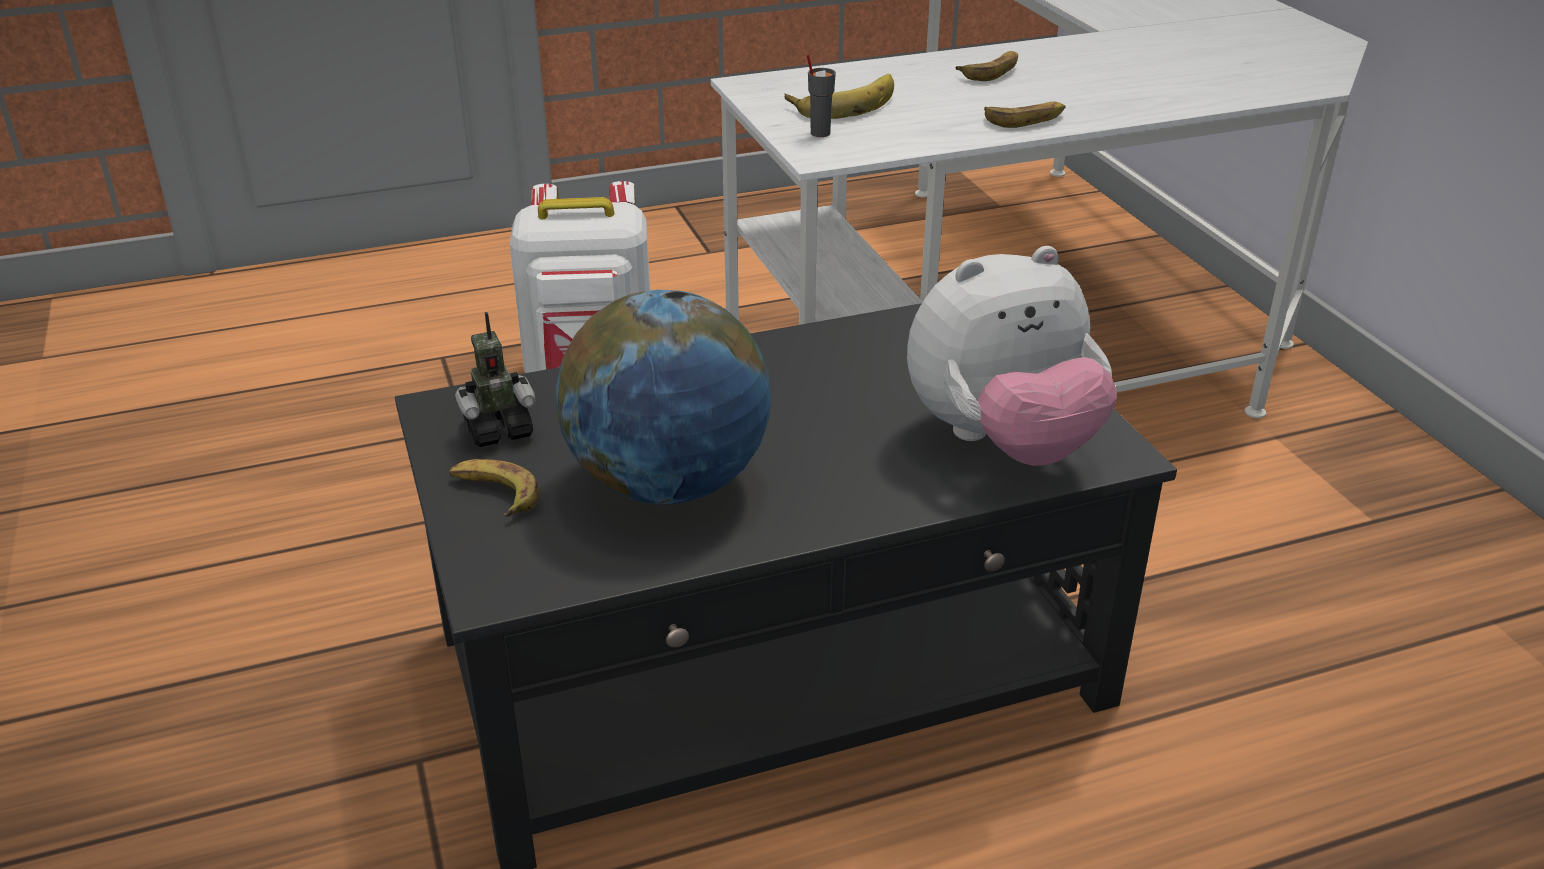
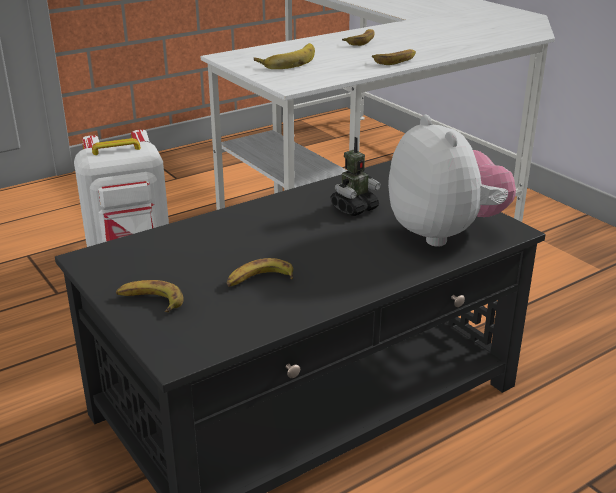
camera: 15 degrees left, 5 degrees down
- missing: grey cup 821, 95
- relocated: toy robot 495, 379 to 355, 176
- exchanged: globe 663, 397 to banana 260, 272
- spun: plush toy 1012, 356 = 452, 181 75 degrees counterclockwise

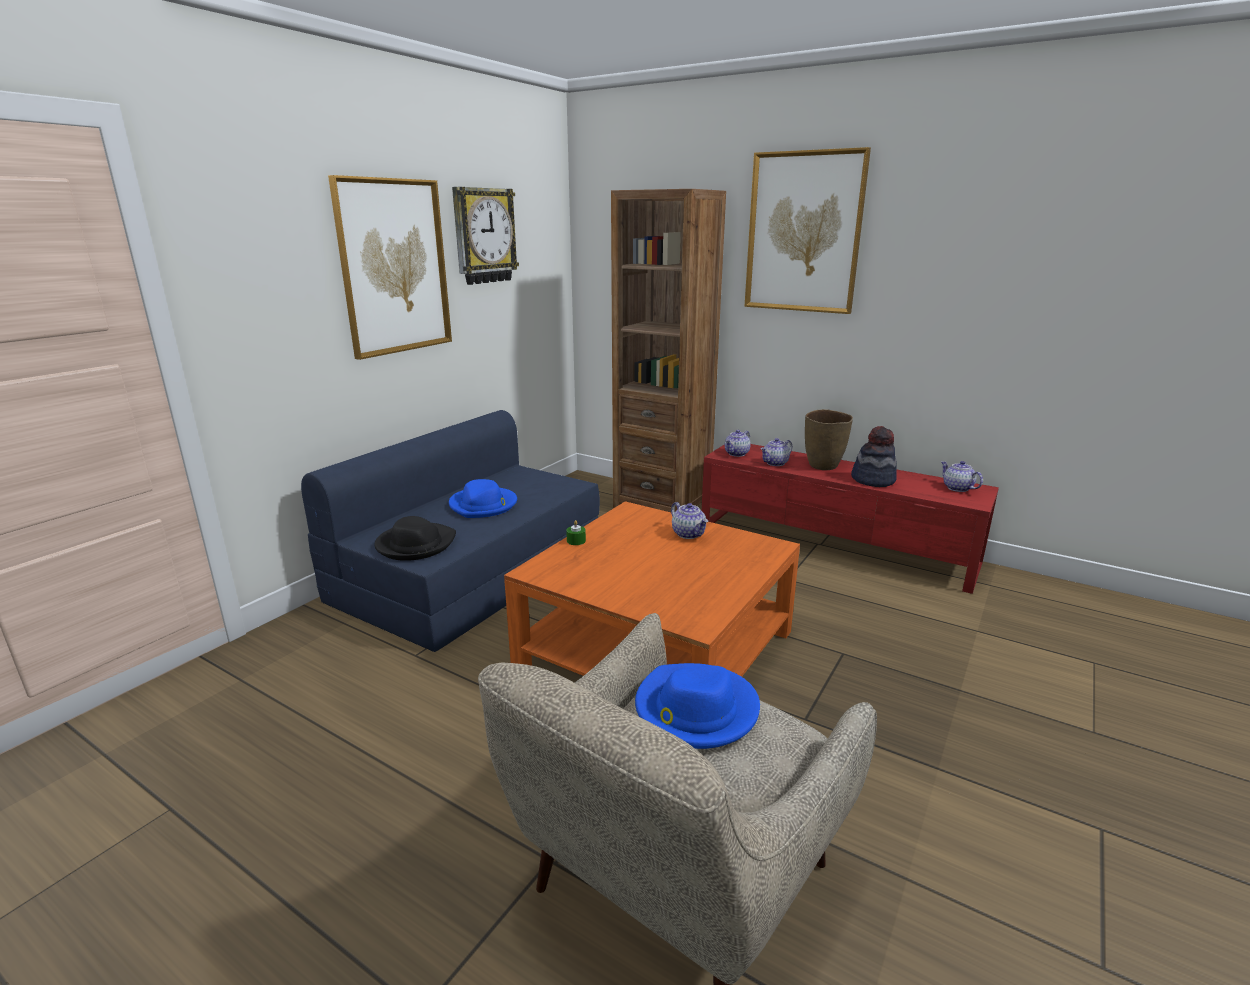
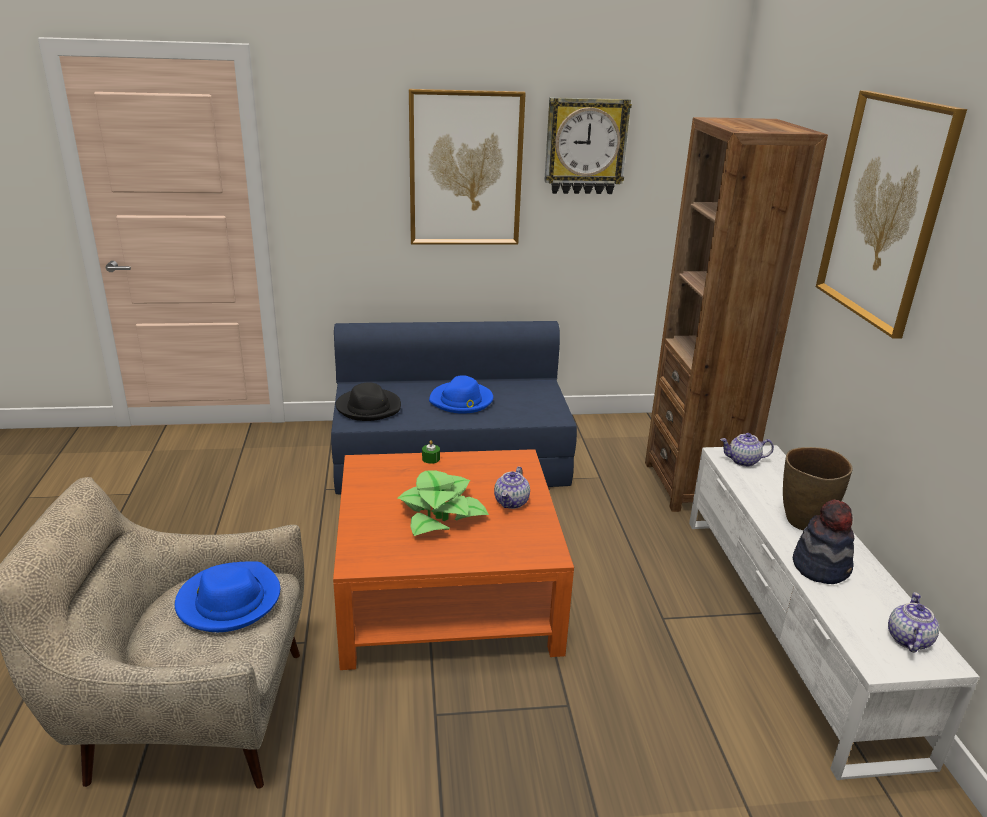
camera: 50 degrees right, 5 degrees up
- missing: teapot 776, 452
- appeared: potted plant 443, 503
- colour: red tv stand 850, 519 to white tv stand 834, 612

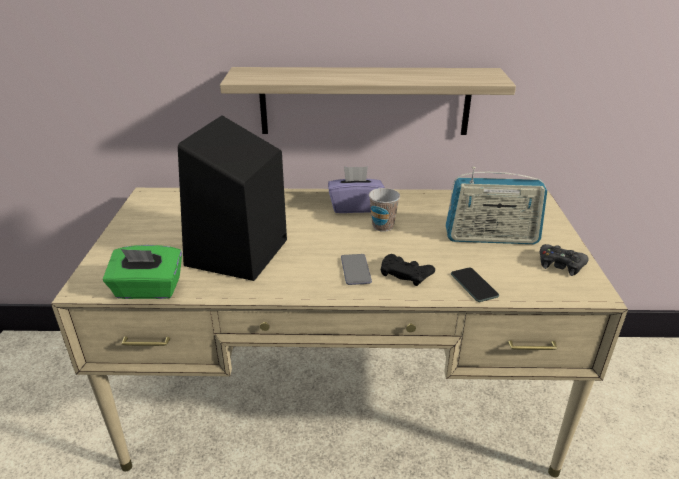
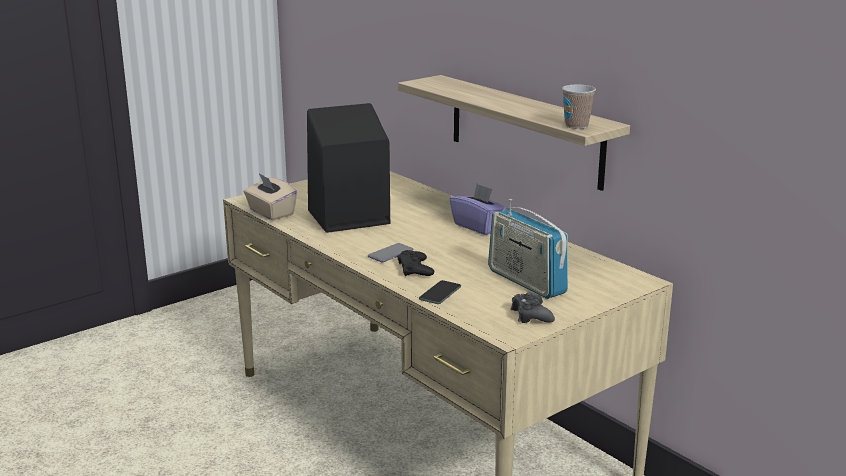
camera: 50 degrees right, 10 degrees down
- relocated: cup 384, 210 to 579, 107
- colour: green tissue box 142, 272 to beige tissue box 270, 196

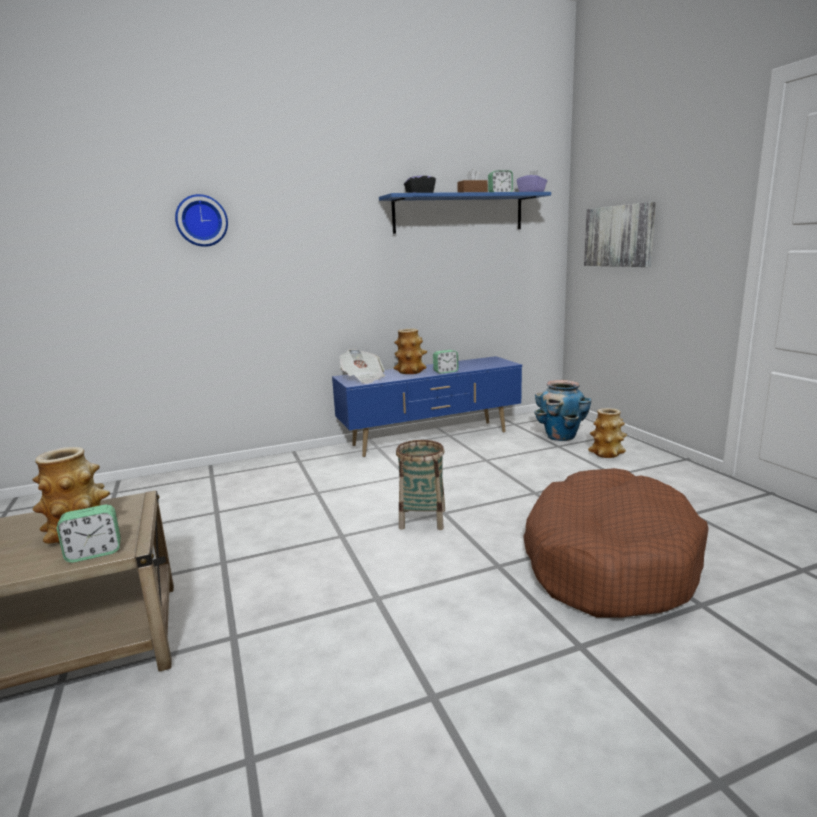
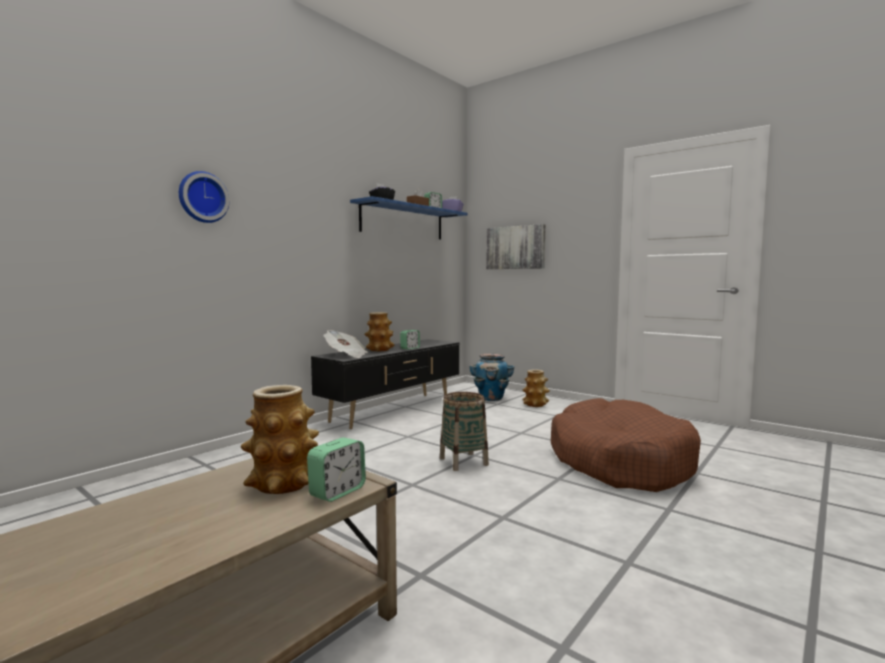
camera: 30 degrees left, 10 degrees down
- colour: blue tv stand 427, 406 to black tv stand 385, 384

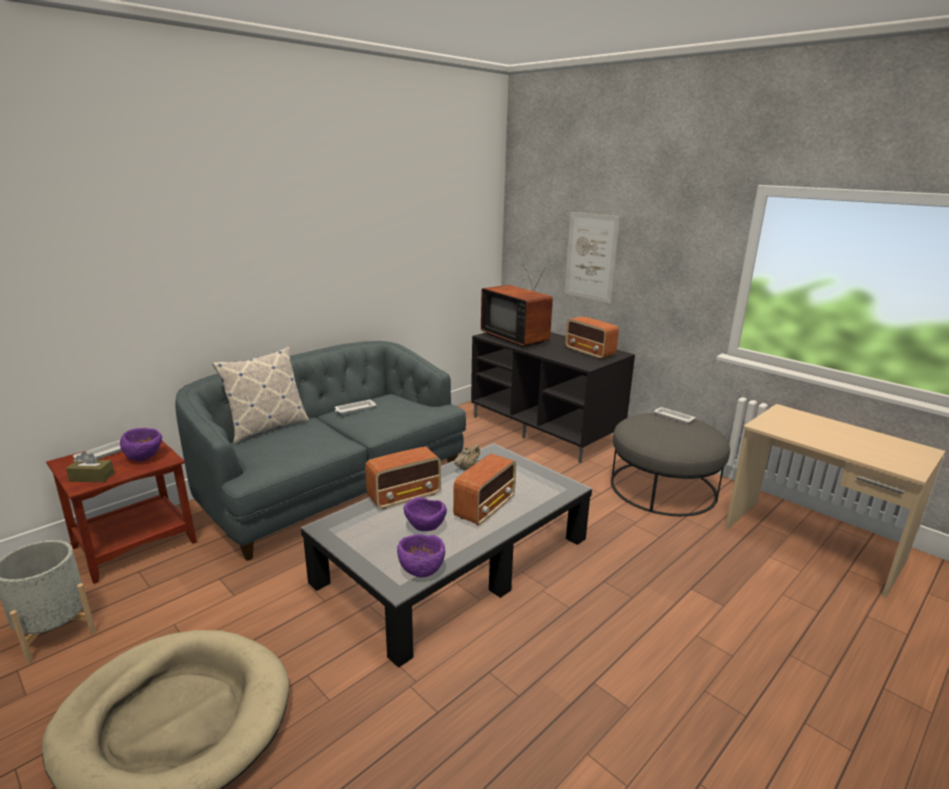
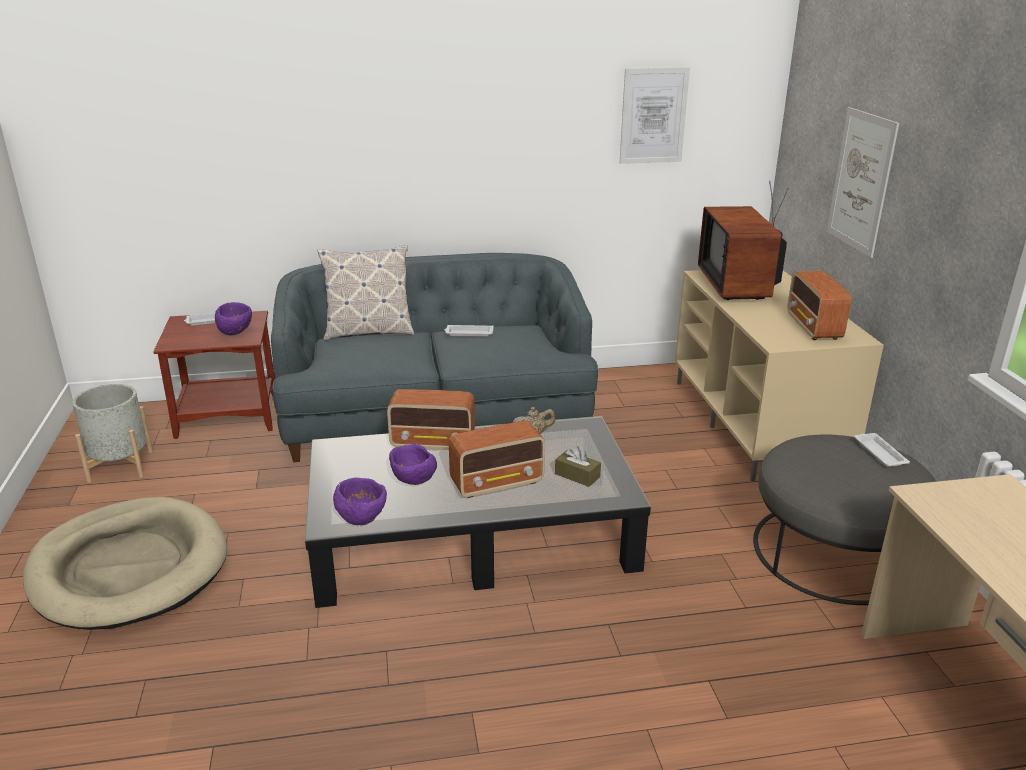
camera: 35 degrees right, 5 degrees up
- appeared: picture 655, 115
- relocated: brown tissue box 90, 466 to 578, 466
- colour: black tv stand 553, 397 to beige tv stand 779, 376

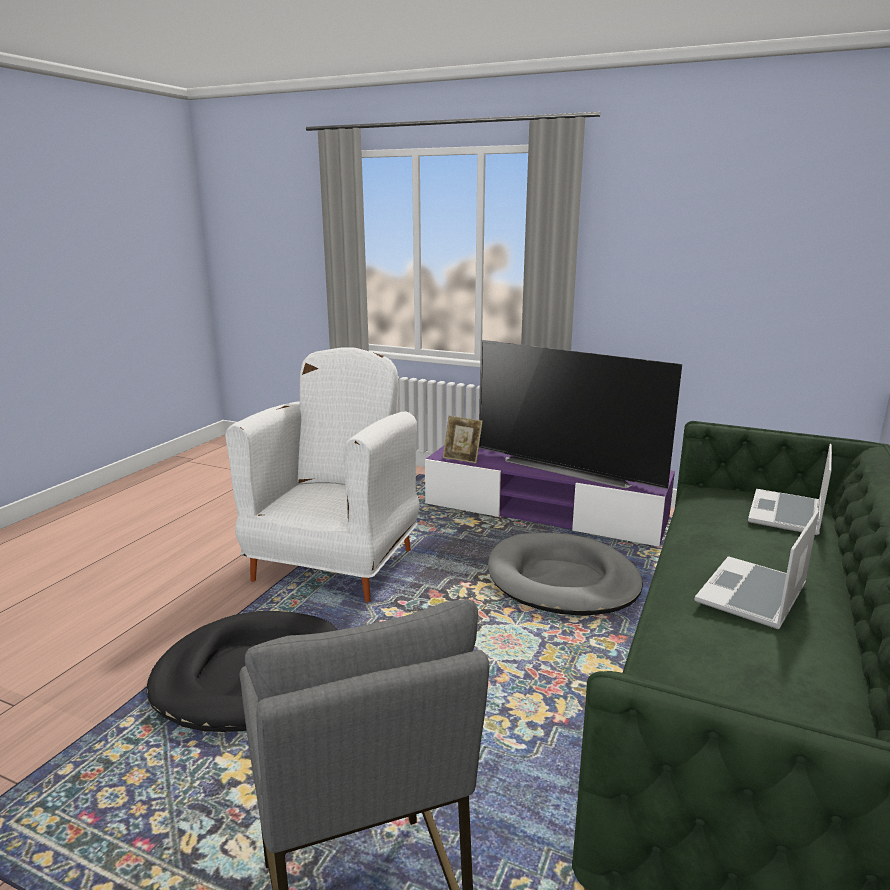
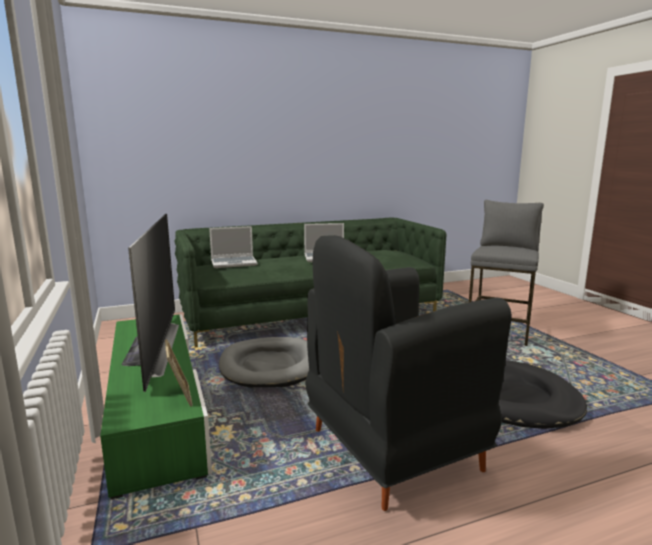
camera: 135 degrees left, 5 degrees down
- colour: white armchair 322, 475 to black armchair 408, 373
- colour: purple tv stand 550, 496 to green tv stand 156, 406

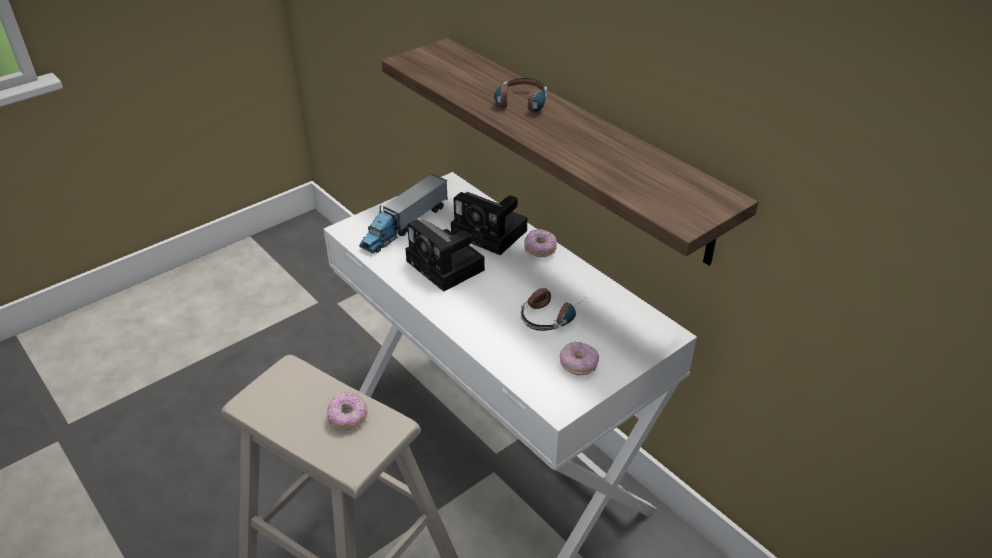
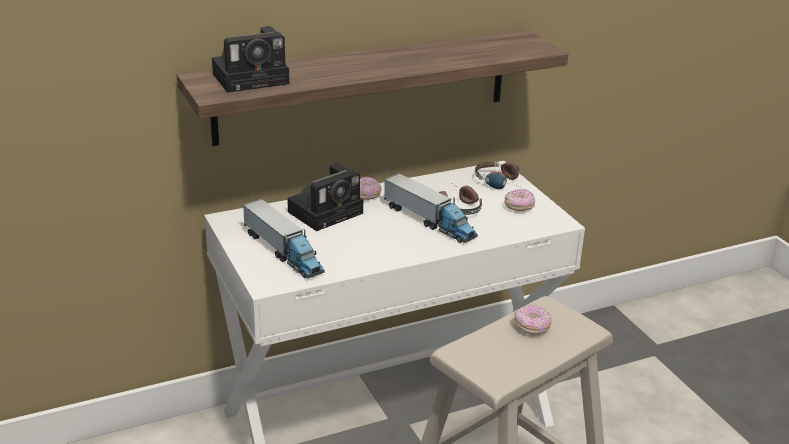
camera: 75 degrees left, 10 degrees down
- appeared: toy truck 431, 208
- relocated: photo camera 445, 255 to 251, 59
- relocated: headphones 520, 95 to 497, 175

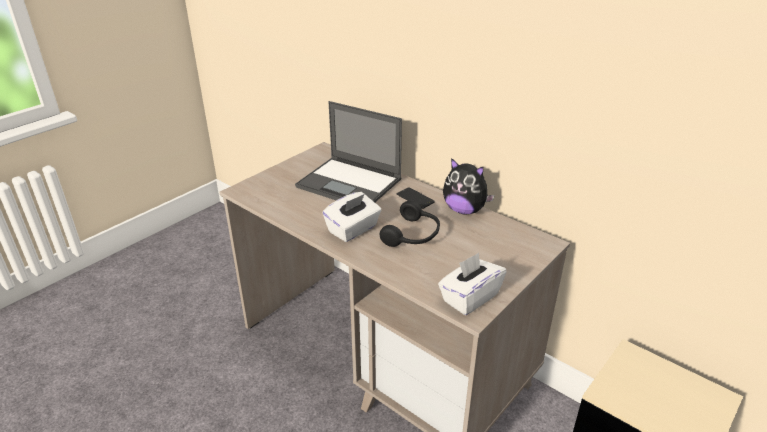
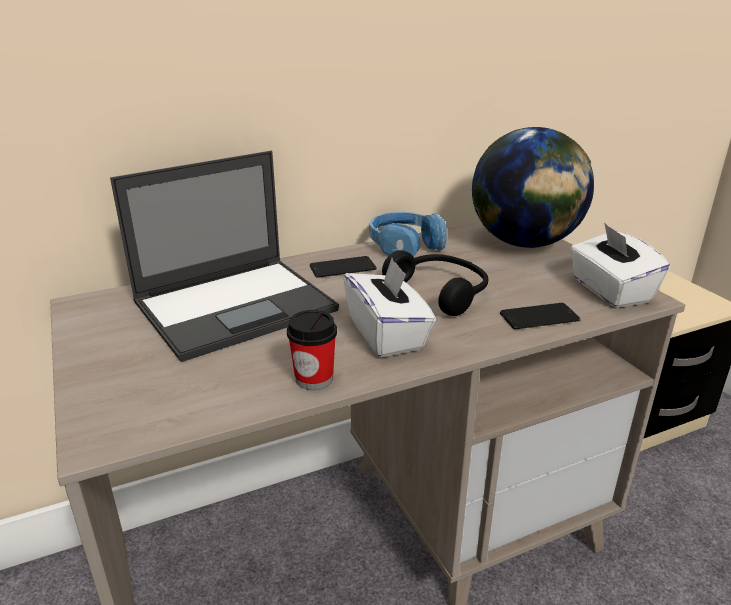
camera: 65 degrees left, 5 degrees down
- appeared: cup 312, 350
- appeared: globe 533, 187
- appeared: phone 540, 316
- exchanged: plush toy 469, 186 to blue headphones 408, 234

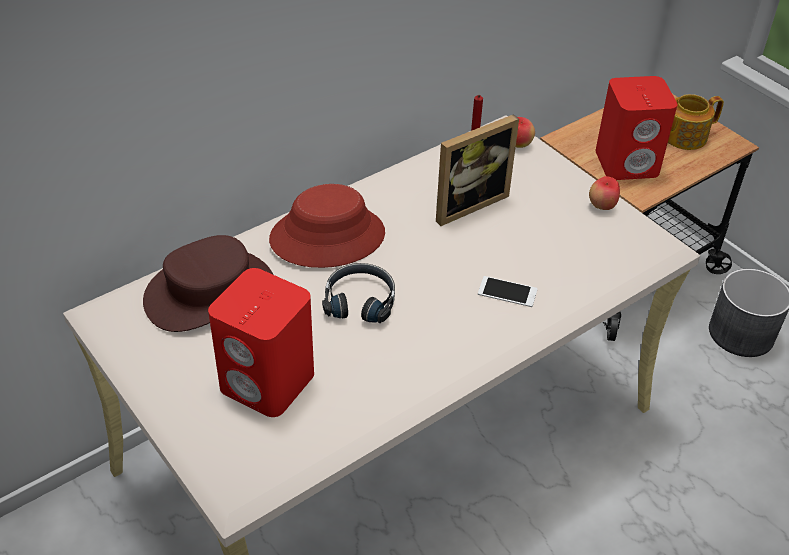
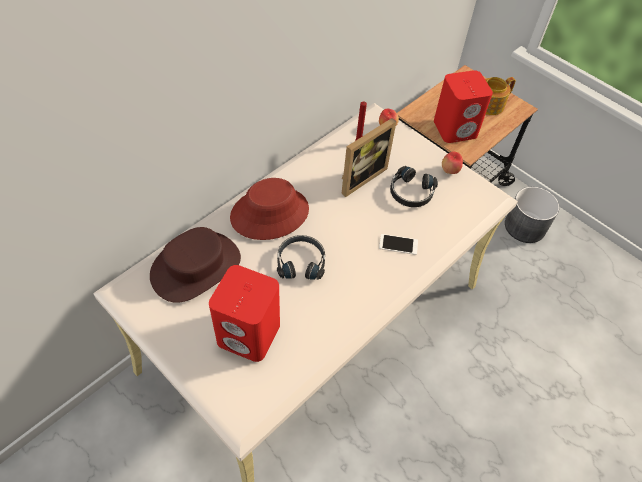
camera: 10 degrees left, 10 degrees up
- appeared: black headphones 414, 186

